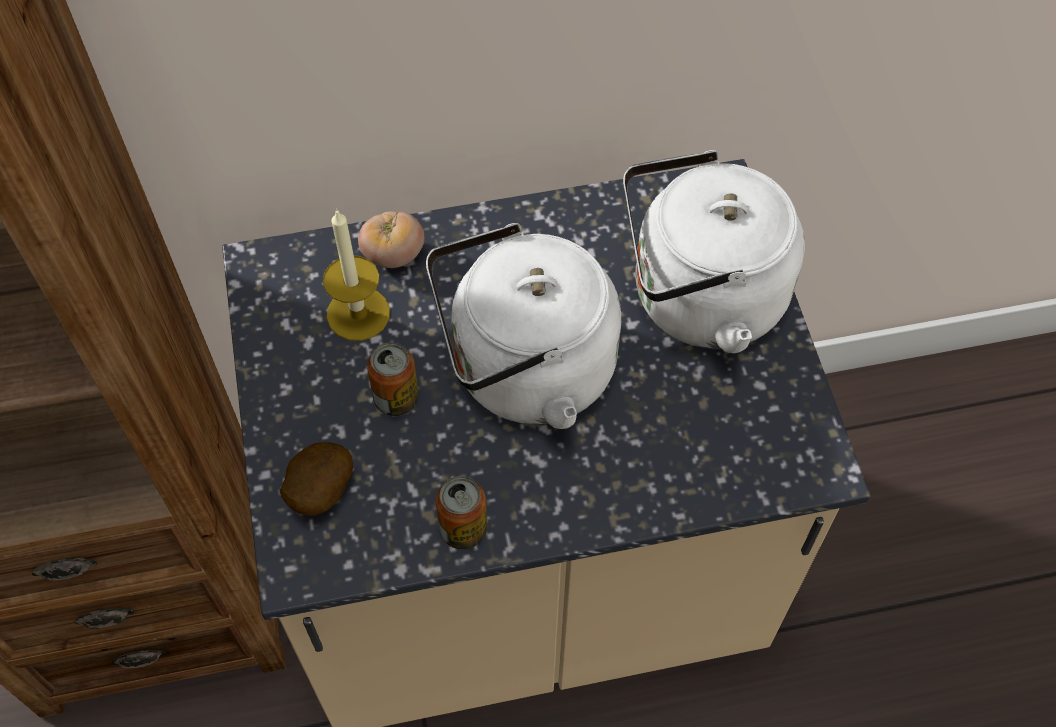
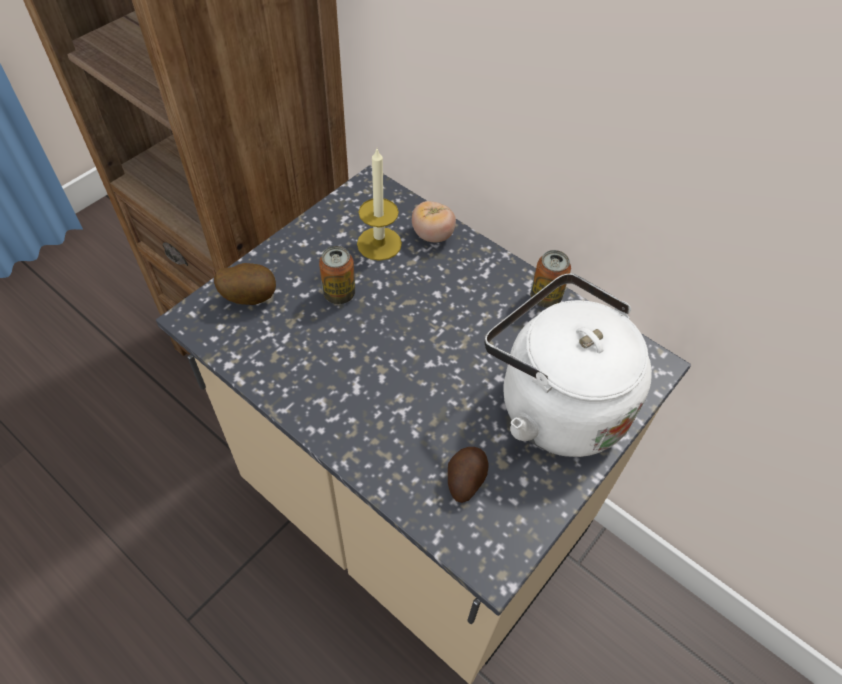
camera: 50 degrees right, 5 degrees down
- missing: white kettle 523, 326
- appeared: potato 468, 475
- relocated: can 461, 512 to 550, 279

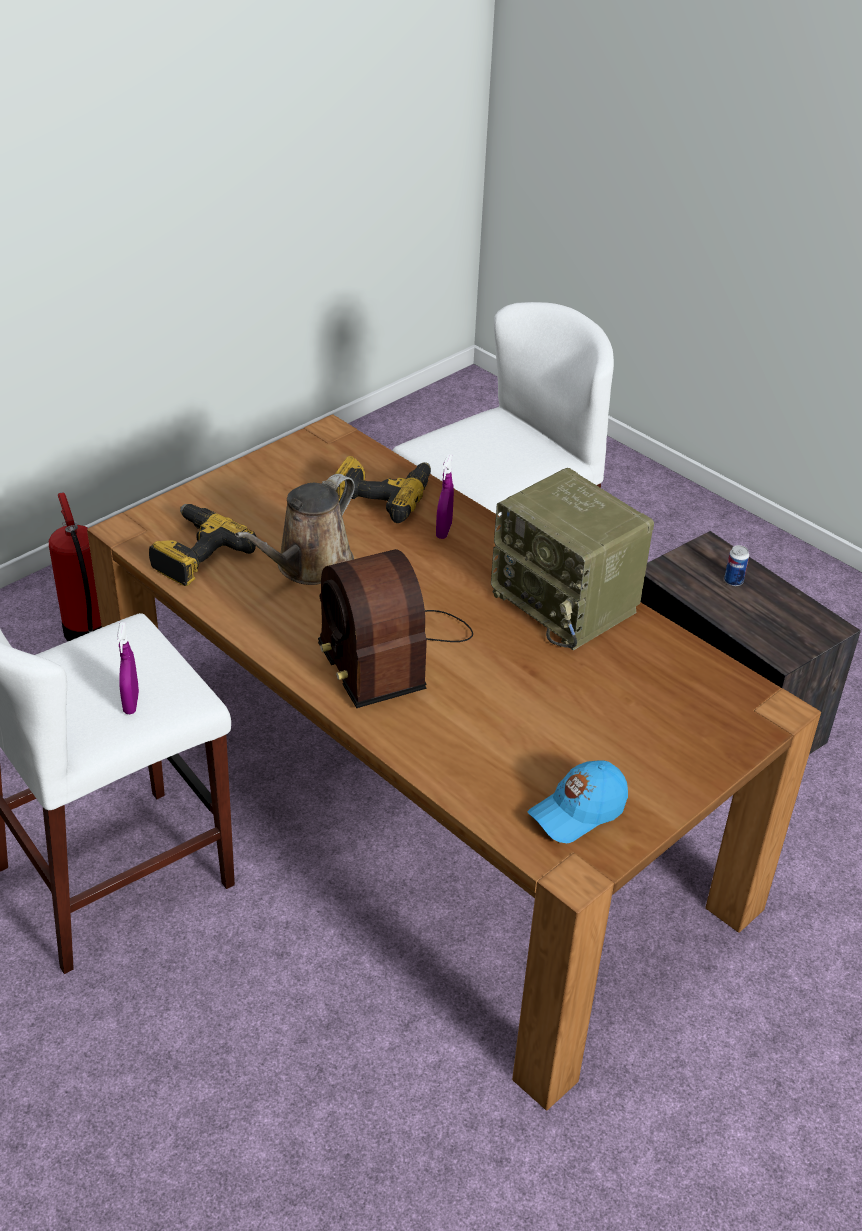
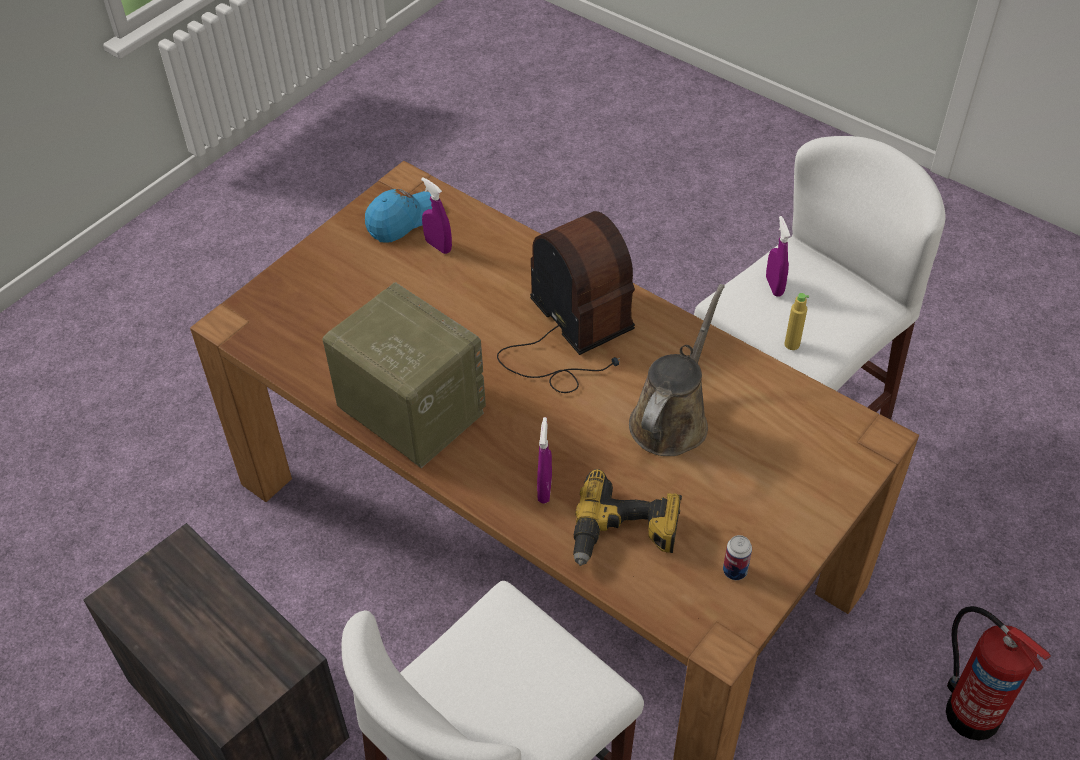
camera: 175 degrees right, 10 degrees up
- missing: power drill 202, 545
- appeared: purple spray bottle 436, 215
- appeared: yellow bottle 796, 321
- relocated: can 736, 565 to 737, 557

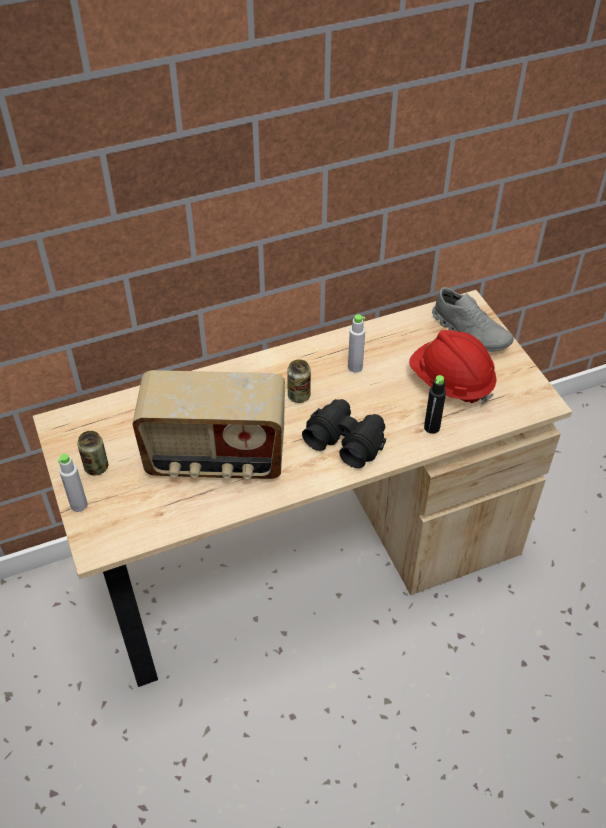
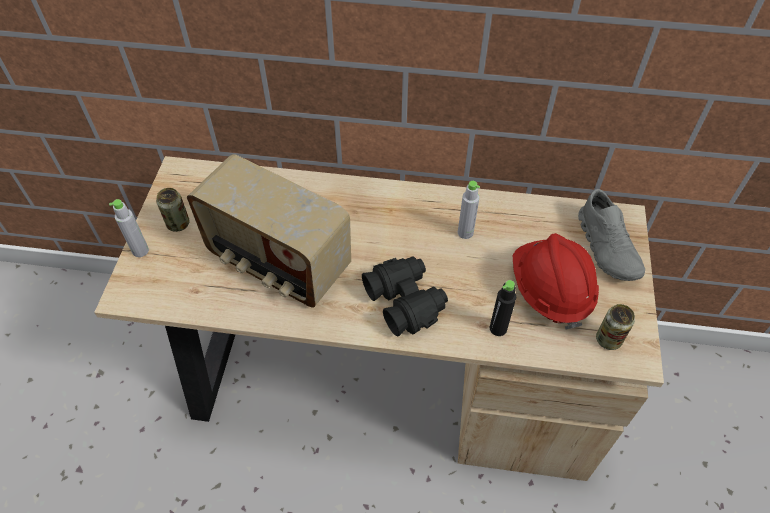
camera: 30 degrees right, 5 degrees up
- relocated: can 299, 381 to 615, 327

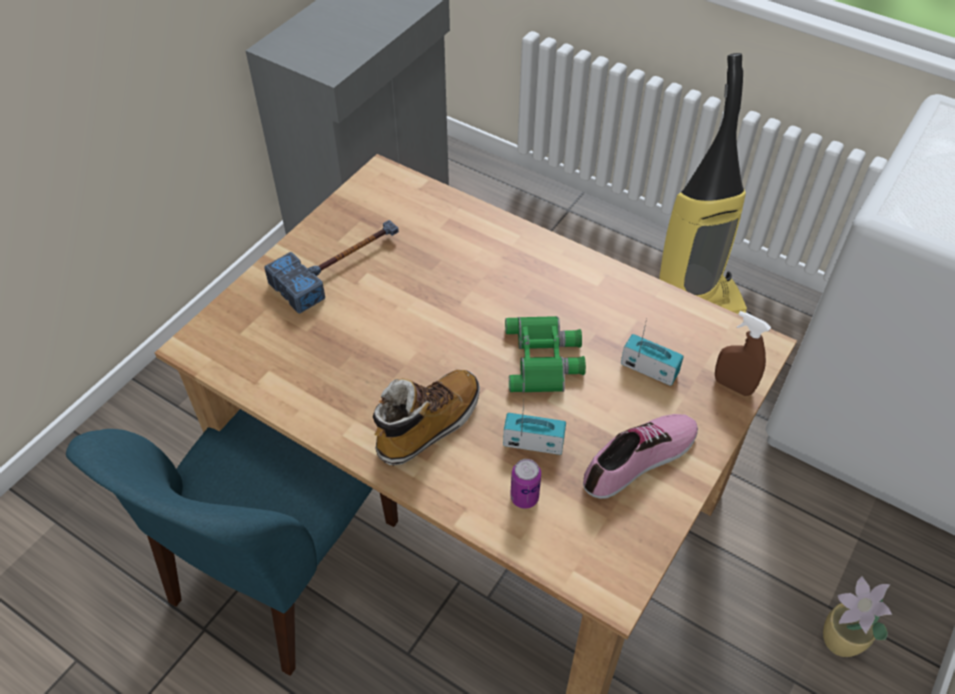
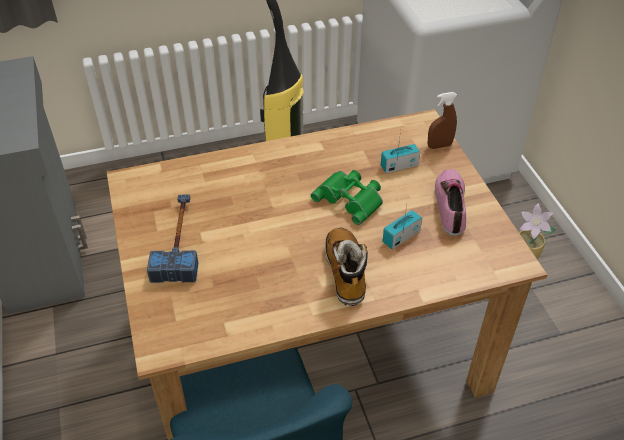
camera: 50 degrees left, 5 degrees down
- missing: can 525, 484

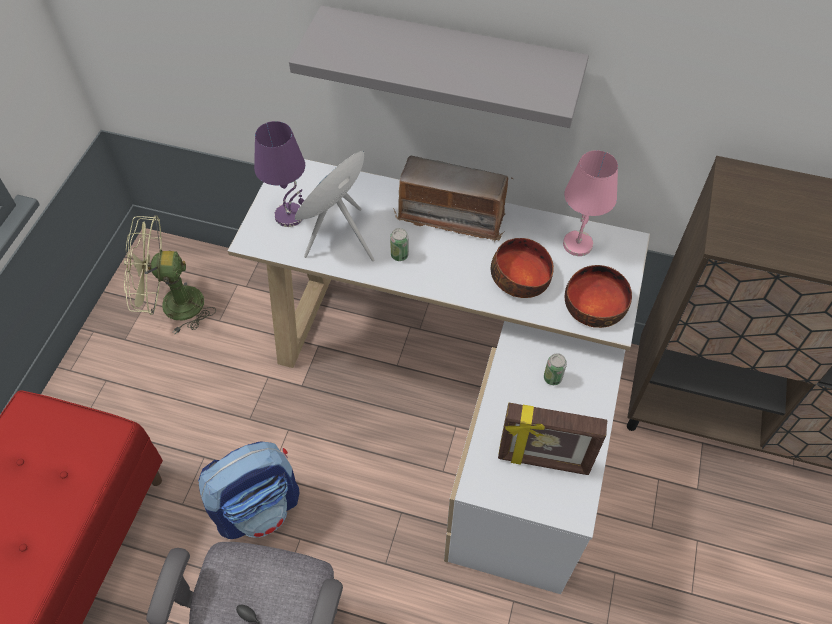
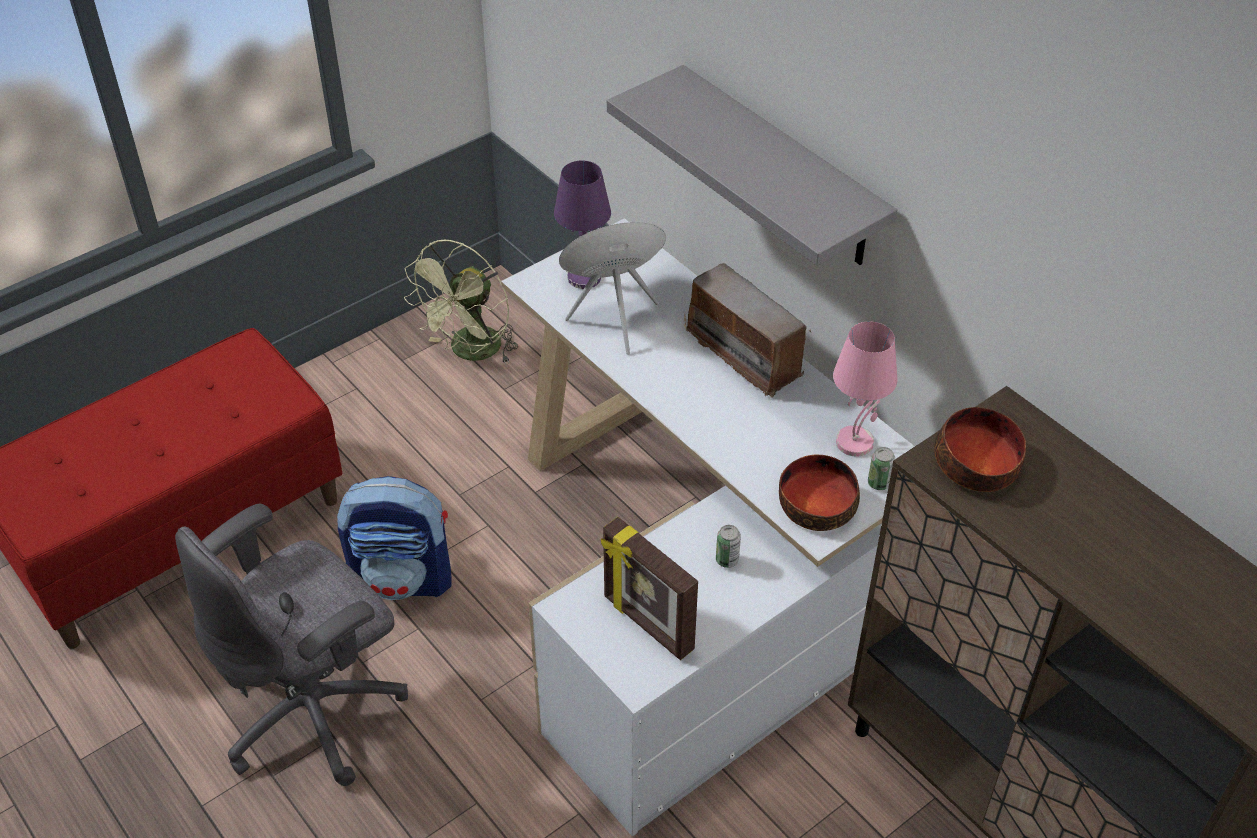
camera: 35 degrees right, 10 degrees down
- relocated: can 399, 244 to 881, 468
- relocated: bowl 522, 268 to 980, 449
- spun: green fan 170, 274 = 461, 302 90 degrees counterclockwise

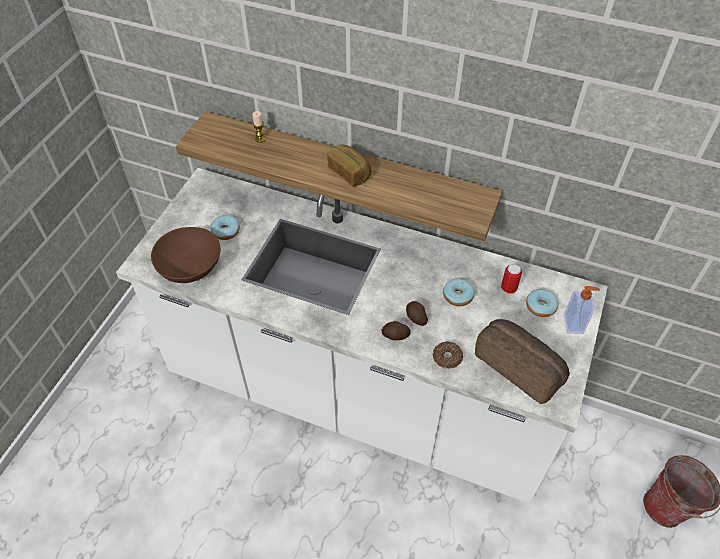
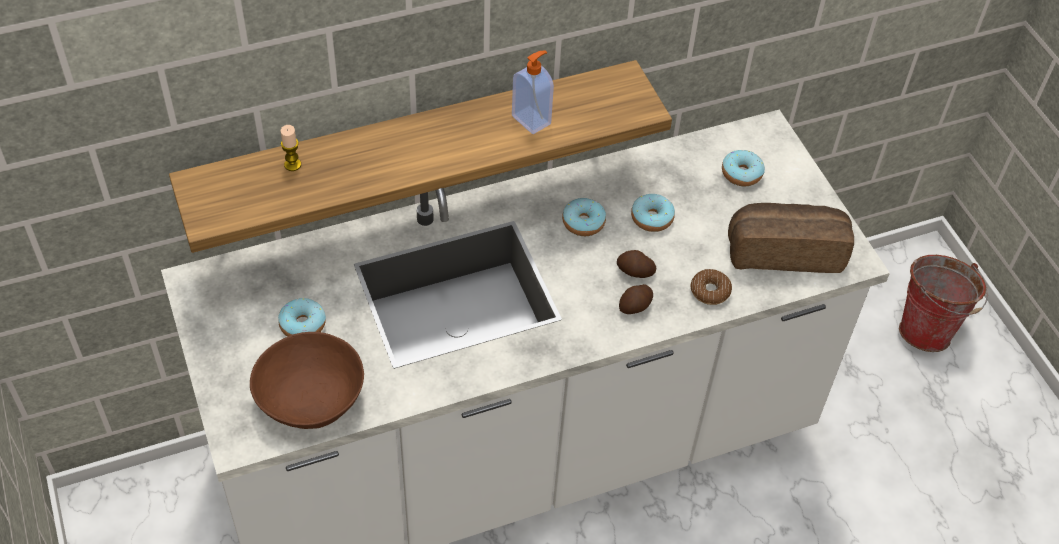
camera: 45 degrees left, 0 degrees up
- missing: bread 349, 165
- missing: can 511, 279
- appeared: donut 584, 217
- relocated: soap dispenser 582, 310 to 533, 92

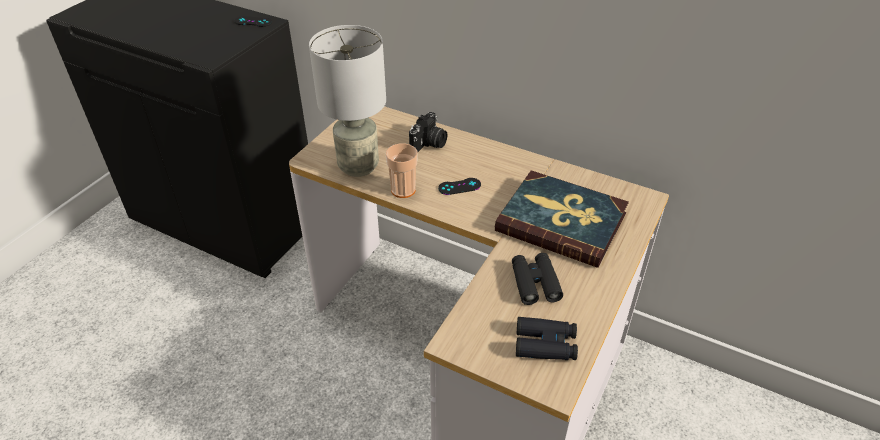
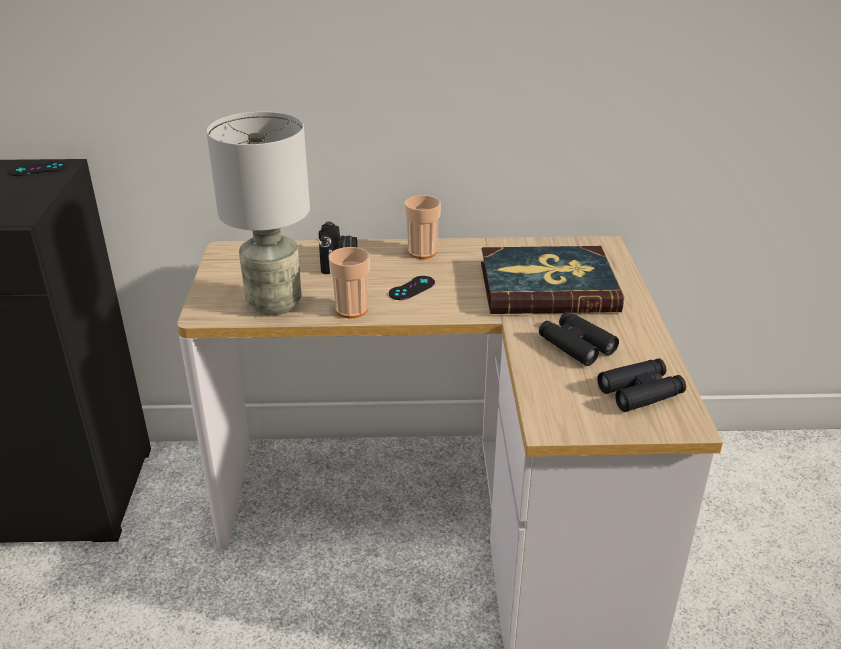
camera: 30 degrees left, 10 degrees down
- appeared: cup 422, 227

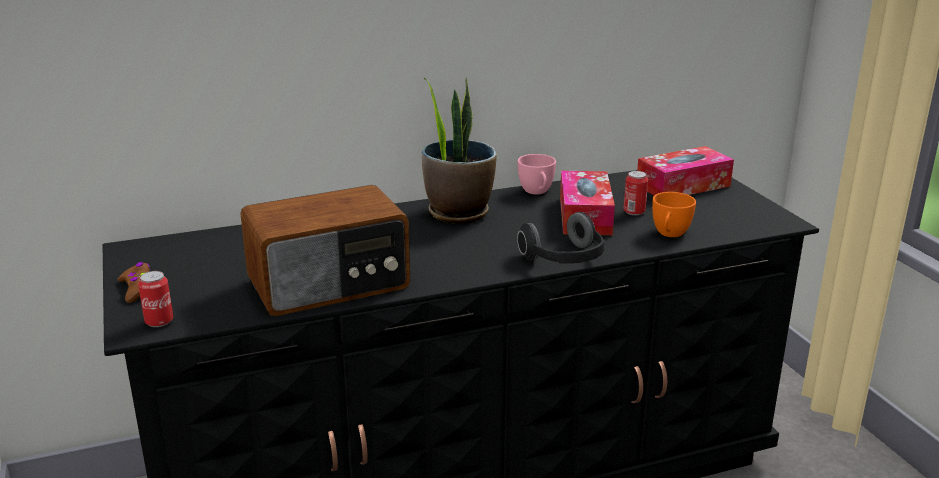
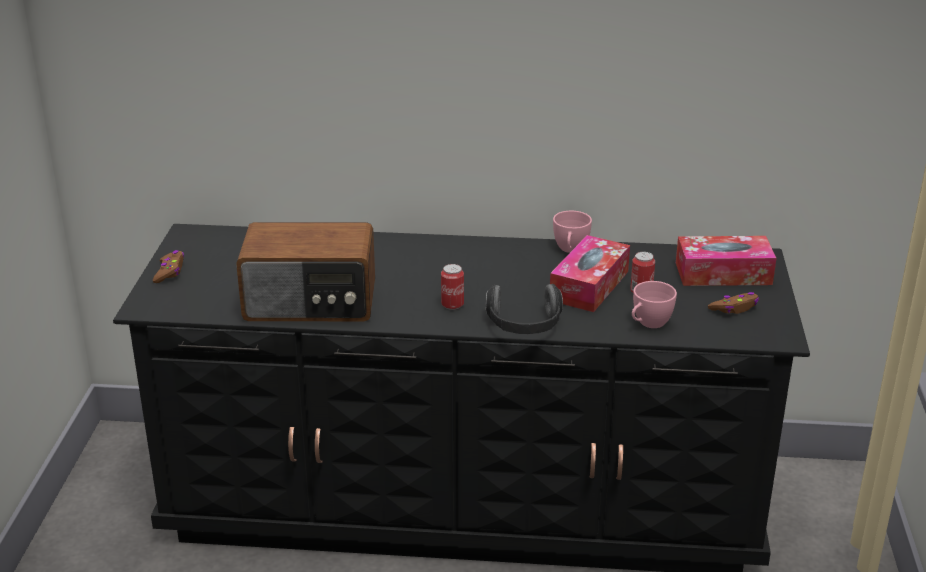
camera: 25 degrees right, 5 degrees up
- missing: potted plant 459, 150
- appeared: brown game controller 733, 303
- relocated: can 155, 299 to 452, 287
- colour: orange cup 674, 214 to pink cup 654, 304

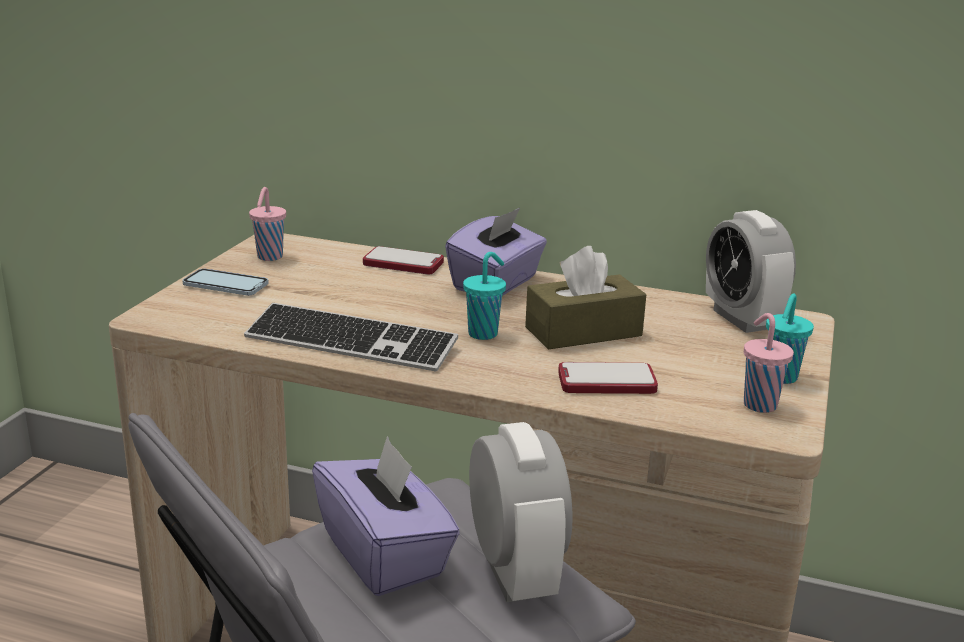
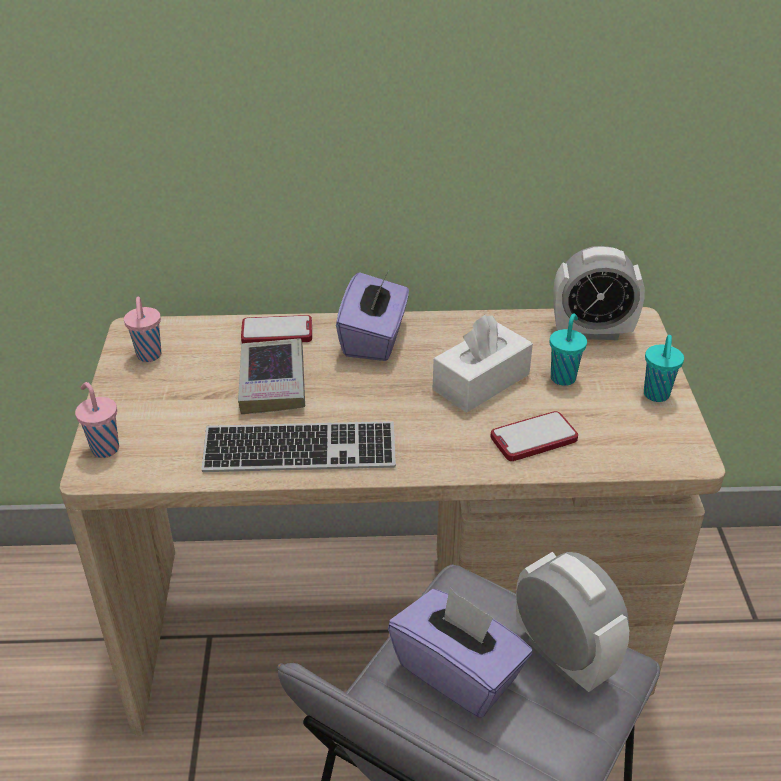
camera: 20 degrees left, 15 degrees up
- missing: phone 225, 282
- appeared: book 271, 376
- relocated: turquoise cup 484, 296 to 568, 349
- relocated: pink cup 769, 363 to 97, 420
- colour: brown tissue box 586, 298 to white tissue box 483, 364
- spun: alarm clock 751, 271 = 599, 293 45 degrees counterclockwise

